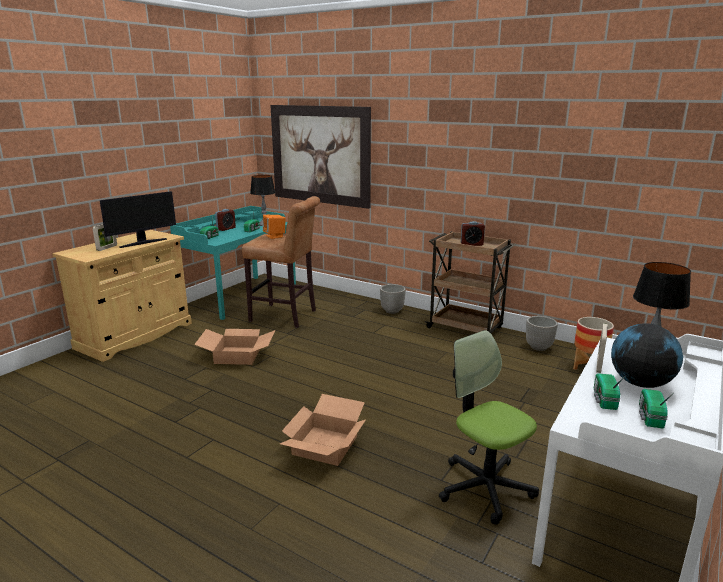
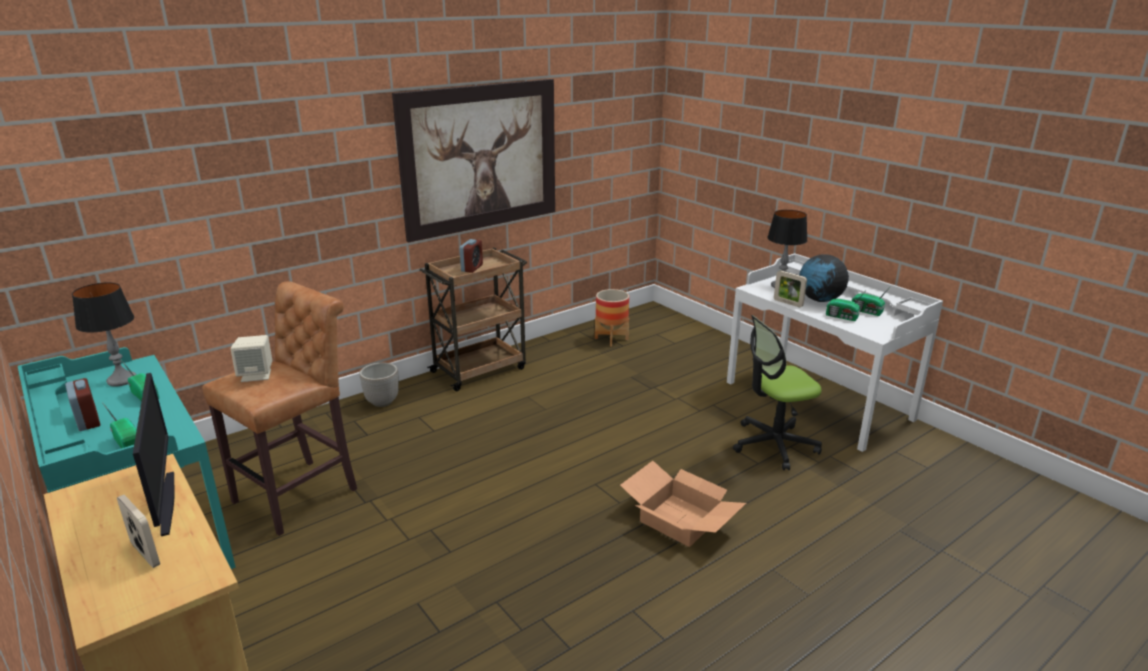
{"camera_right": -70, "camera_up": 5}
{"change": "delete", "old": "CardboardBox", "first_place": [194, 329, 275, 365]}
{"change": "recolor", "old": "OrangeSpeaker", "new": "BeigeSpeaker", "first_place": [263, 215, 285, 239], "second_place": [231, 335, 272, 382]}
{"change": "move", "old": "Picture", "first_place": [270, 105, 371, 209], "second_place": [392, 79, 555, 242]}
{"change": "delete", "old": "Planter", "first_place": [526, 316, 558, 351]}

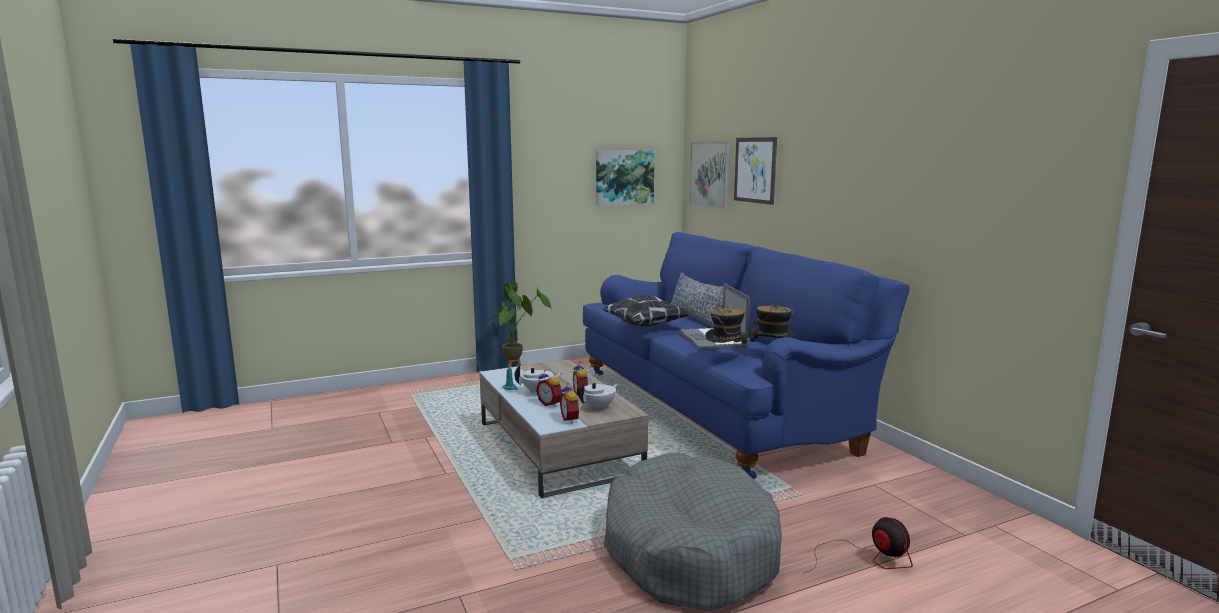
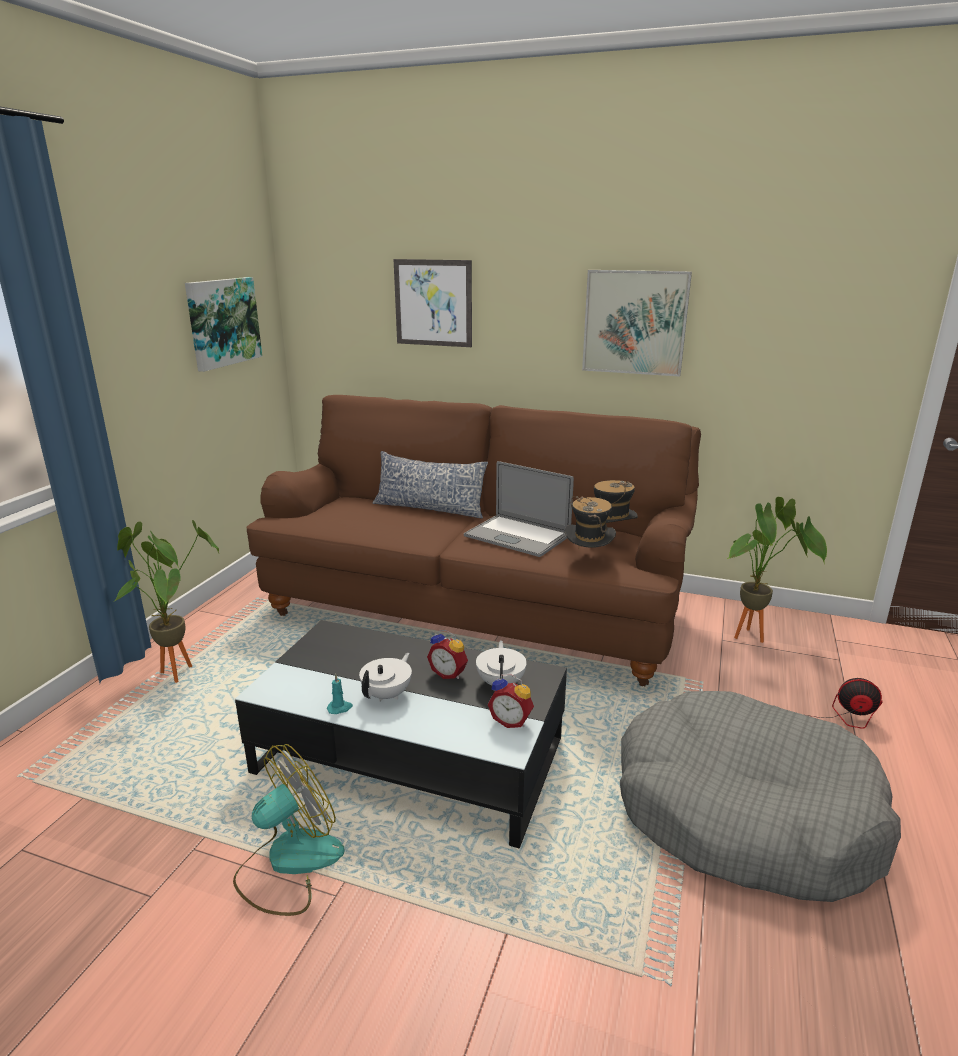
{"camera_right": -45, "camera_up": 10}
{"change": "recolor", "old": "BeigeCoffeeTable", "new": "BlackCoffeeTable", "first_place": [479, 359, 648, 498], "second_place": [235, 620, 567, 849]}
{"change": "delete", "old": "AlarmClock", "first_place": [536, 370, 563, 407]}
{"change": "recolor", "old": "BlueSofa", "new": "BrownSofa", "first_place": [583, 232, 910, 479], "second_place": [246, 395, 701, 686]}
{"change": "delete", "old": "Pillow", "first_place": [601, 295, 690, 327]}
{"change": "move", "old": "Picture", "first_place": [689, 142, 730, 209], "second_place": [582, 270, 692, 376]}
{"change": "insert", "new": "Fan", "second_place": [233, 744, 344, 916]}
{"change": "insert", "new": "PottedPlant", "second_place": [727, 497, 827, 643]}

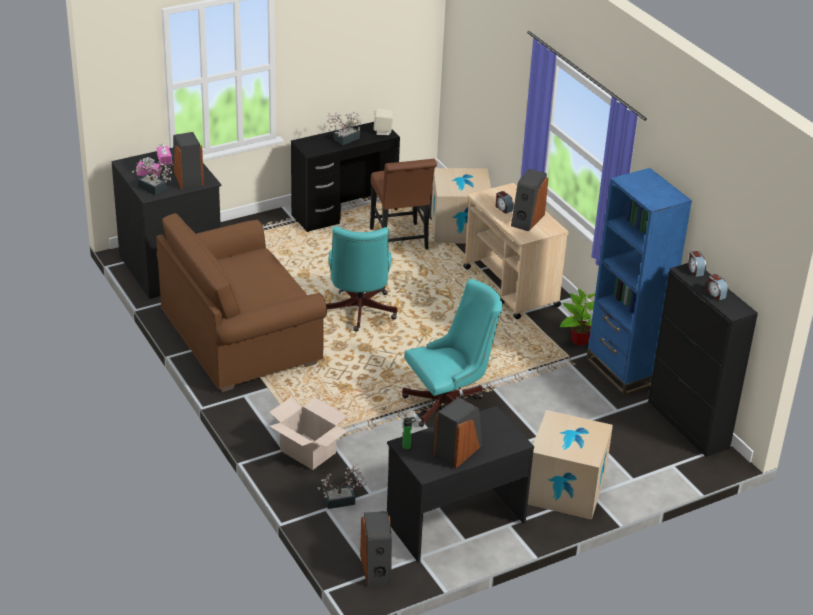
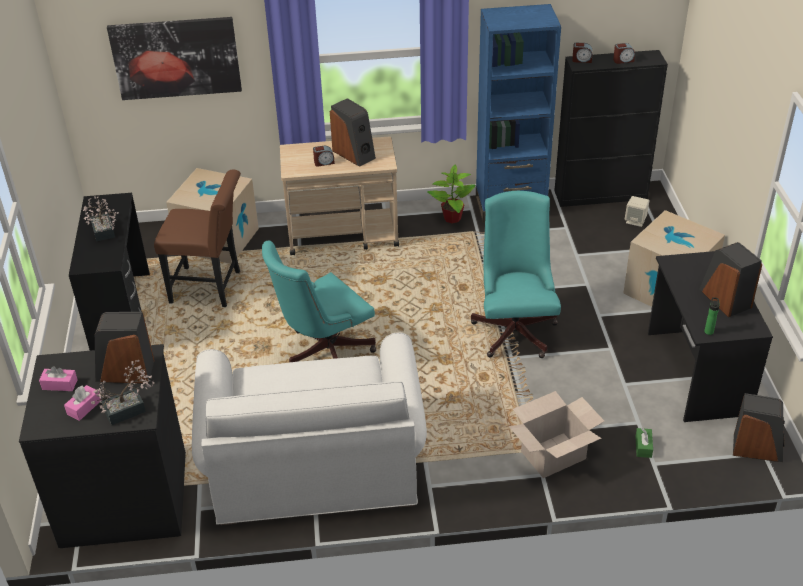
{"camera_right": -65, "camera_up": 5}
{"change": "recolor", "old": "BrownSofa", "new": "WhiteSofa", "first_place": [156, 213, 327, 392], "second_place": [192, 332, 427, 525]}
{"change": "replace", "old": "PottedPlant", "new": "GreenTissueBox", "first_place": [318, 463, 367, 509], "second_place": [635, 428, 653, 458]}
{"change": "rotate", "old": "TurquoiseOfficeChair", "first_place": [326, 226, 397, 332], "second_place": [262, 240, 376, 363], "degrees": 120}
{"change": "move", "old": "BeigeSpeaker", "first_place": [374, 108, 394, 135], "second_place": [625, 196, 650, 227]}
{"change": "insert", "new": "Picture", "second_place": [107, 17, 242, 100]}

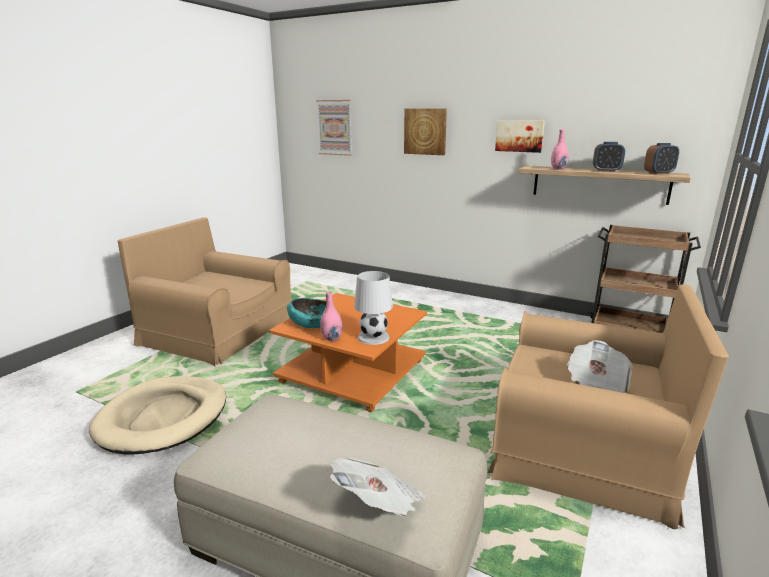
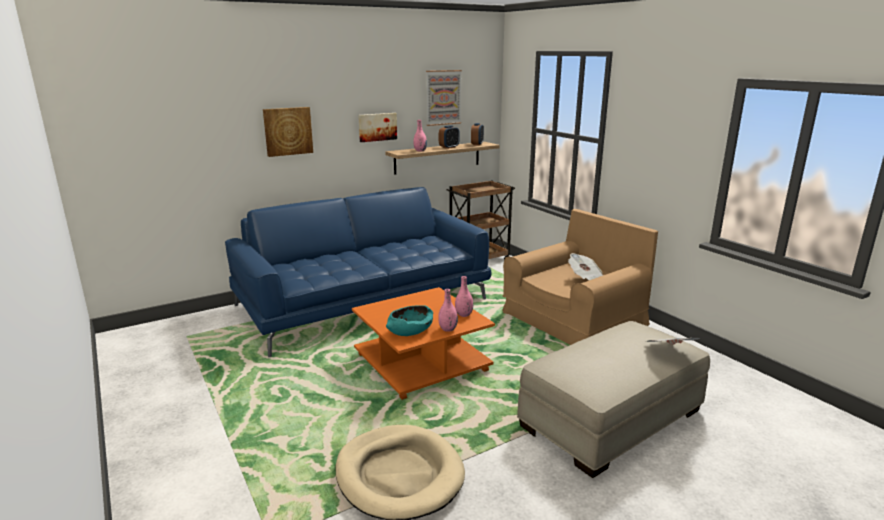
{"camera_right": -60, "camera_up": 0}
{"change": "delete", "old": "BrownArmchair", "first_place": [118, 217, 292, 366]}
{"change": "move", "old": "Picture", "first_place": [316, 100, 352, 156], "second_place": [426, 70, 462, 126]}
{"change": "replace", "old": "WhiteTableLamp", "new": "PinkVase", "first_place": [354, 271, 393, 345], "second_place": [455, 276, 473, 317]}
{"change": "insert", "new": "BlueSofa", "second_place": [225, 187, 491, 357]}

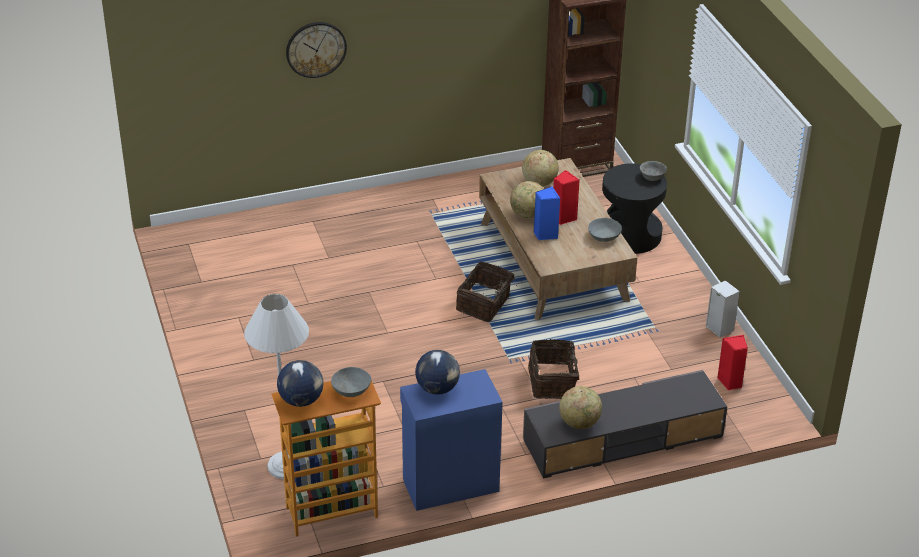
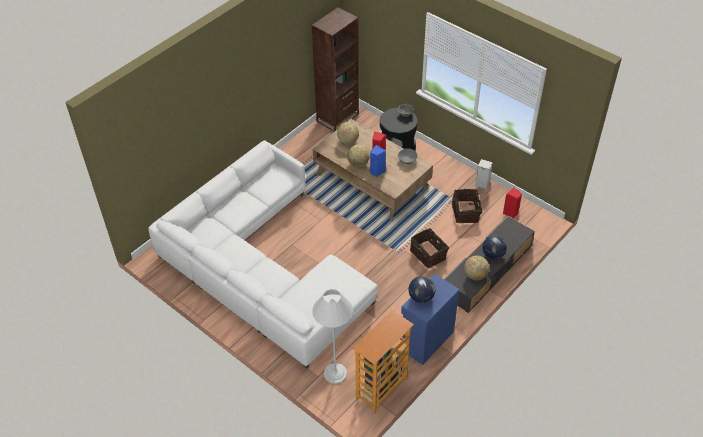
{"camera_right": -30, "camera_up": 10}
{"change": "move", "old": "Globe", "first_place": [277, 360, 324, 407], "second_place": [482, 235, 507, 259]}
{"change": "delete", "old": "WallClock", "first_place": [286, 22, 347, 78]}
{"change": "delete", "old": "GreyBowl", "first_place": [331, 367, 371, 397]}
{"change": "move", "old": "Basket", "first_place": [456, 261, 517, 322], "second_place": [452, 189, 482, 223]}
{"change": "insert", "new": "WhiteSofa", "second_place": [148, 140, 377, 369]}

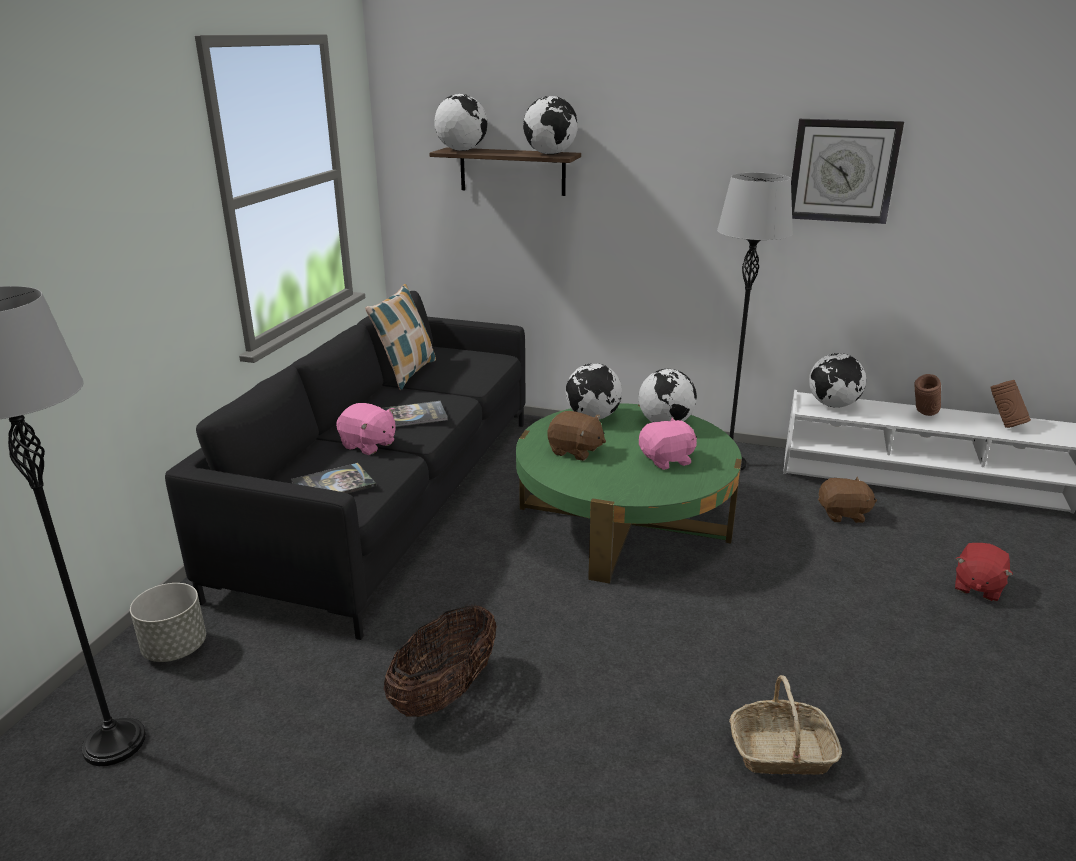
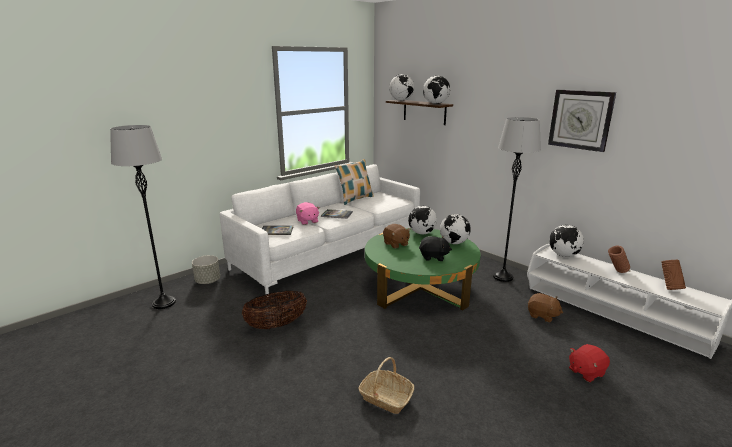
{"camera_right": 30, "camera_up": -5}
{"change": "recolor", "old": "BlackSofa", "new": "WhiteSofa", "first_place": [165, 291, 525, 640], "second_place": [220, 164, 420, 295]}
{"change": "recolor", "old": "PinkPlushToy", "new": "BlackPlushToy", "first_place": [639, 418, 697, 470], "second_place": [419, 236, 452, 261]}

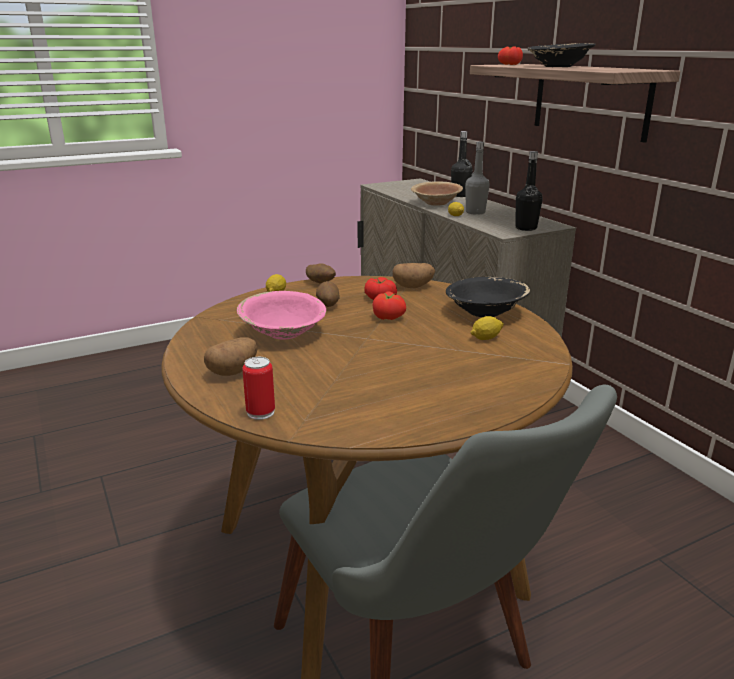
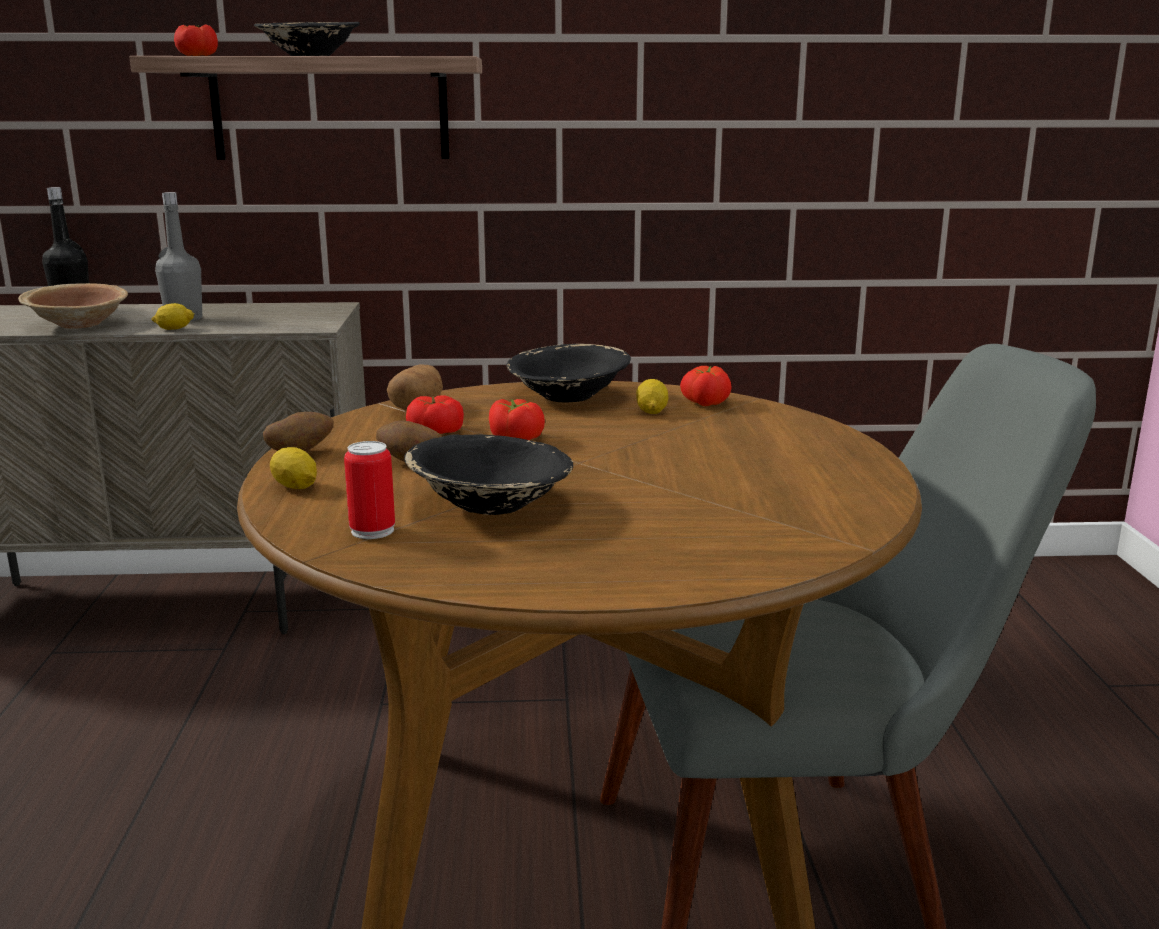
{"camera_right": -65, "camera_up": -5}
{"change": "delete", "old": "Potato", "first_place": [204, 337, 257, 376]}
{"change": "recolor", "old": "PinkBowl", "new": "BlackBowl", "first_place": [237, 291, 326, 340], "second_place": [404, 434, 573, 515]}
{"change": "move", "old": "Can", "first_place": [242, 357, 275, 420], "second_place": [344, 441, 395, 539]}
{"change": "delete", "old": "BlackBottle", "first_place": [516, 151, 543, 231]}
{"change": "insert", "new": "Tomato", "second_place": [680, 366, 732, 406]}

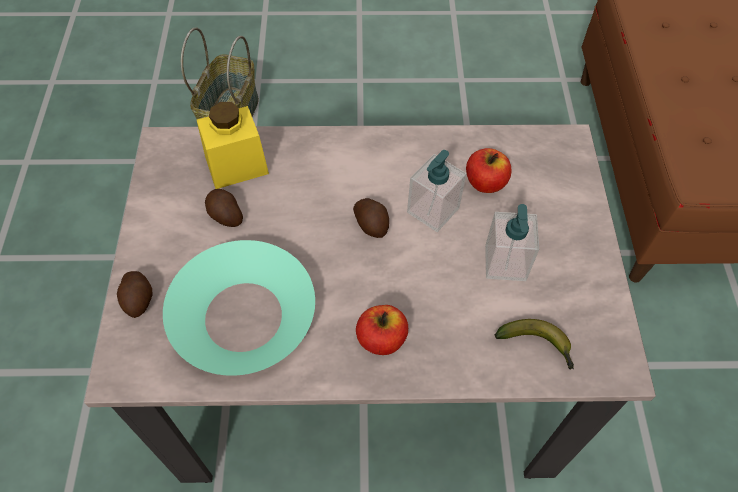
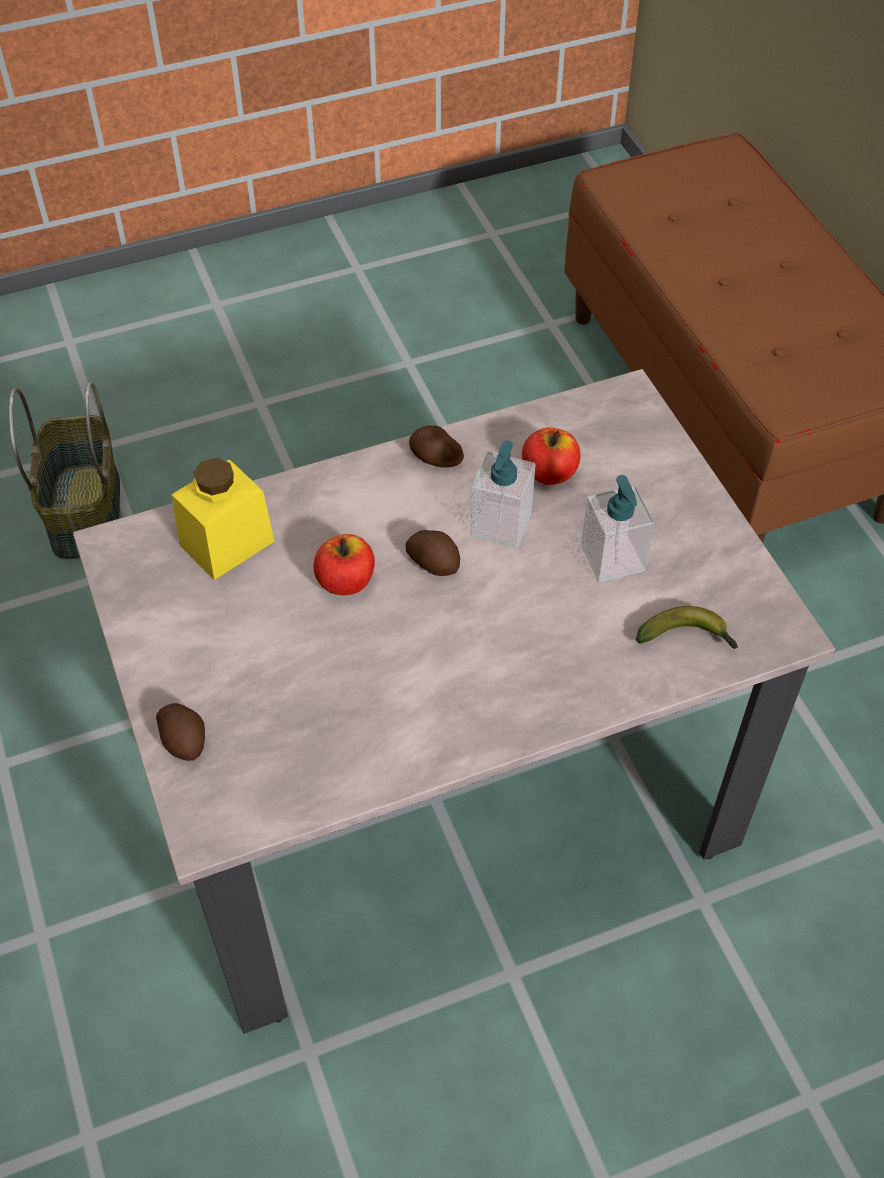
{"camera_right": -20, "camera_up": -5}
{"change": "delete", "old": "TurquoiseBowl", "first_place": [163, 240, 315, 376]}
{"change": "move", "old": "Potato", "first_place": [205, 189, 243, 227], "second_place": [409, 425, 464, 468]}
{"change": "move", "old": "Apple", "first_place": [356, 305, 408, 355], "second_place": [313, 534, 375, 595]}

